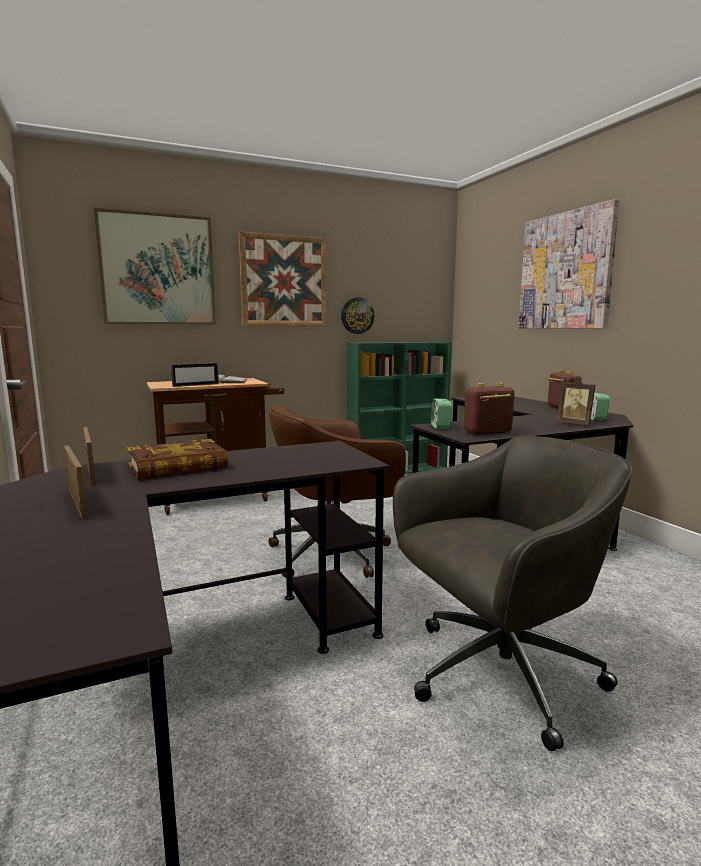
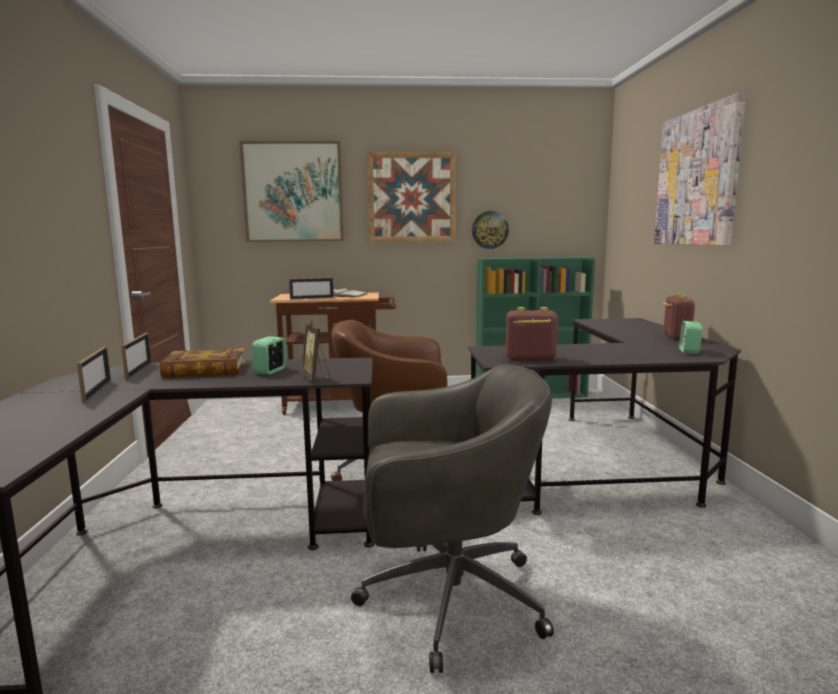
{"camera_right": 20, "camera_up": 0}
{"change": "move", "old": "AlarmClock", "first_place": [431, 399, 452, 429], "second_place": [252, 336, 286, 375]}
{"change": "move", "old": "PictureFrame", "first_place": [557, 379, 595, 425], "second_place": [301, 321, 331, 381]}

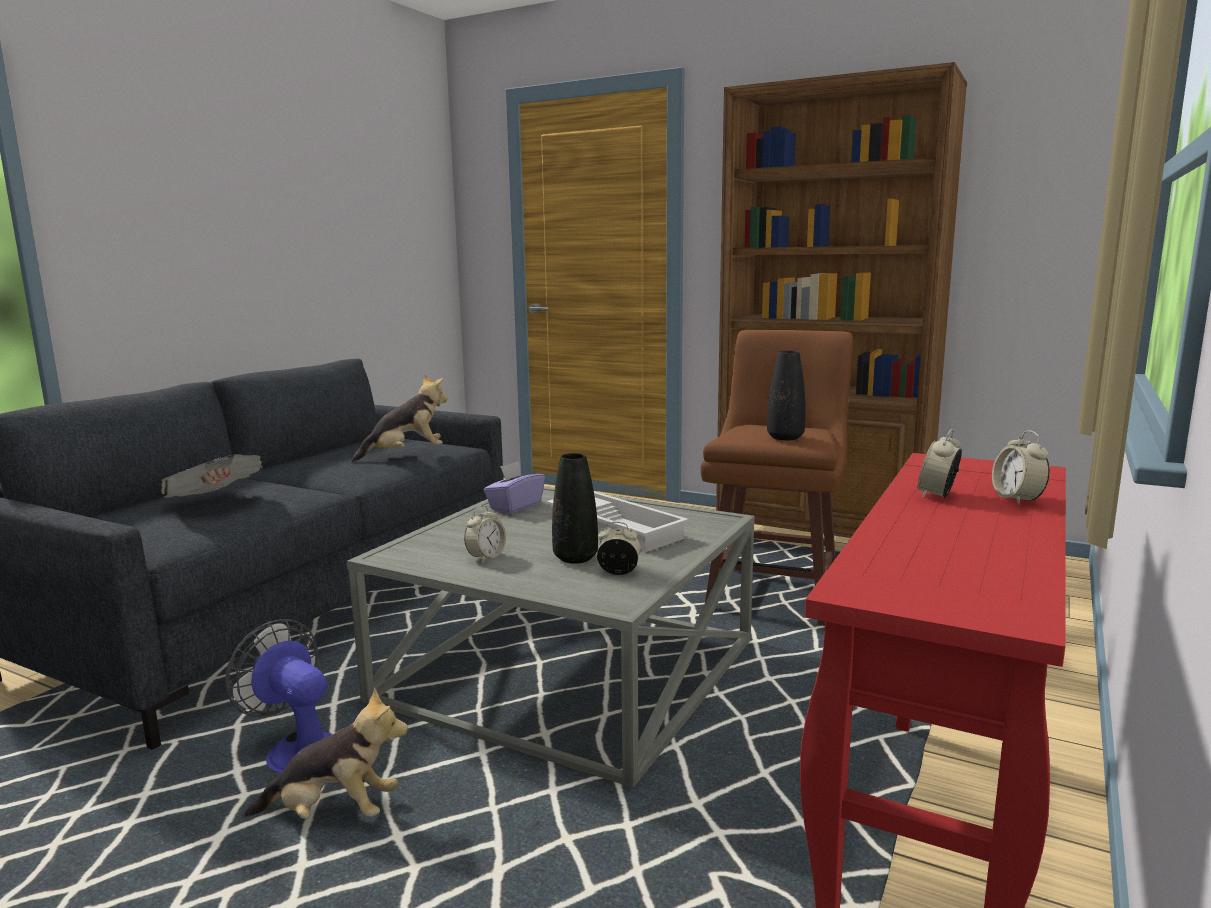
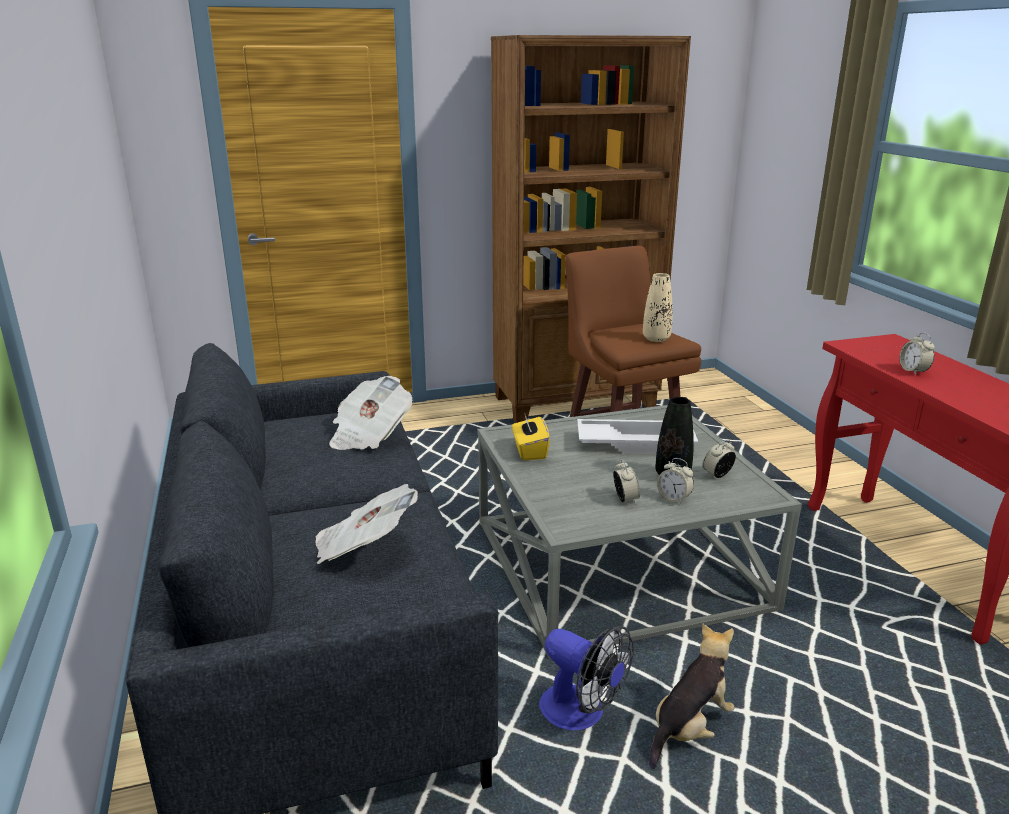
{"camera_right": -45, "camera_up": 10}
{"change": "rotate", "old": "Fan", "first_place": [225, 619, 332, 773], "second_place": [539, 626, 634, 730], "degrees": -135}
{"change": "replace", "old": "PlushToy", "new": "Newspaper", "first_place": [351, 375, 447, 462], "second_place": [329, 376, 412, 450]}
{"change": "recolor", "old": "PurpleTissueBox", "new": "YellowTissueBox", "first_place": [484, 461, 545, 514], "second_place": [512, 412, 550, 460]}
{"change": "recolor", "old": "BlackVase", "new": "BeigeVase", "first_place": [767, 351, 806, 440], "second_place": [643, 273, 673, 342]}
{"change": "move", "old": "AlarmClock", "first_place": [992, 431, 1050, 505], "second_place": [657, 458, 694, 505]}

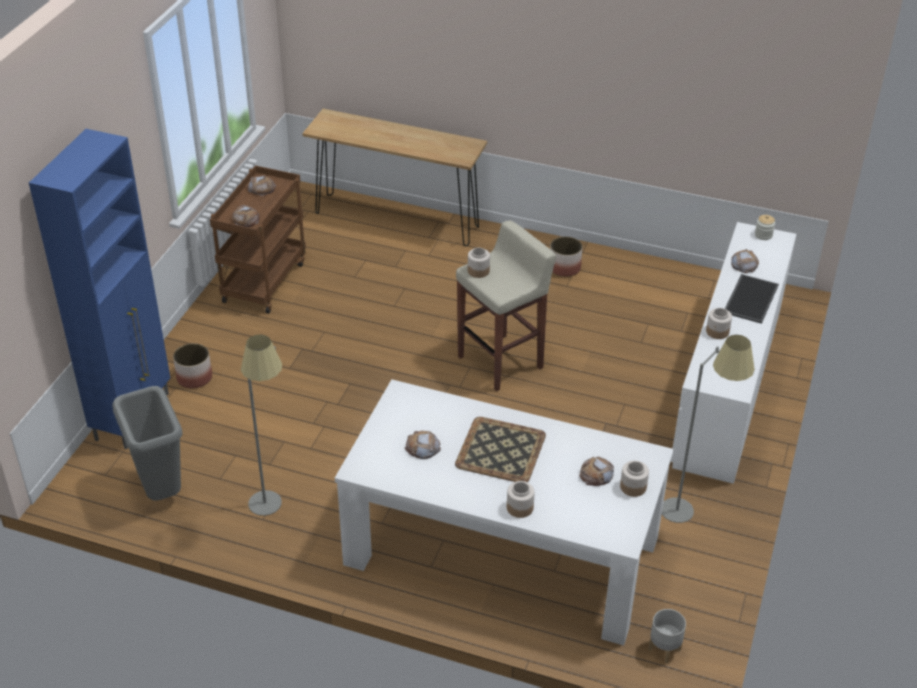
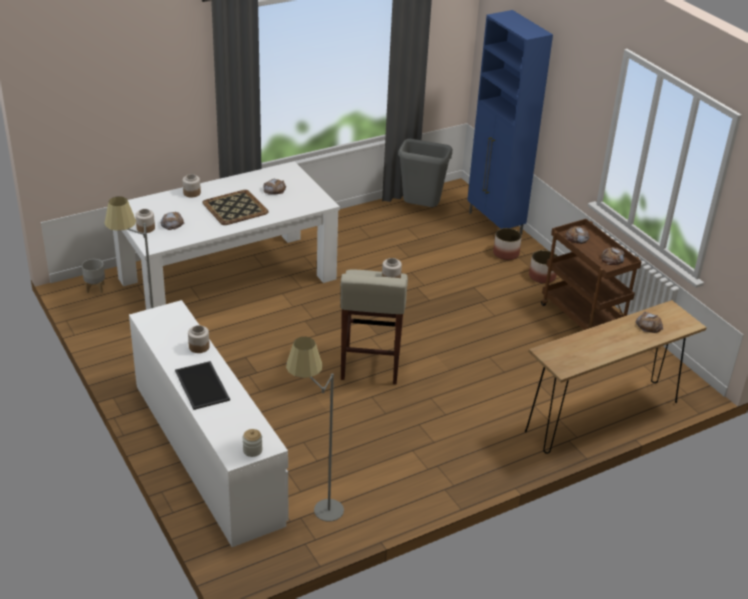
{"camera_right": 130, "camera_up": -5}
{"change": "move", "old": "GreyFloorLamp", "first_place": [241, 334, 282, 516], "second_place": [286, 337, 344, 521]}
{"change": "move", "old": "Planter", "first_place": [550, 236, 582, 277], "second_place": [529, 250, 557, 284]}
{"change": "move", "old": "Bread", "first_place": [731, 249, 759, 273], "second_place": [635, 311, 663, 333]}

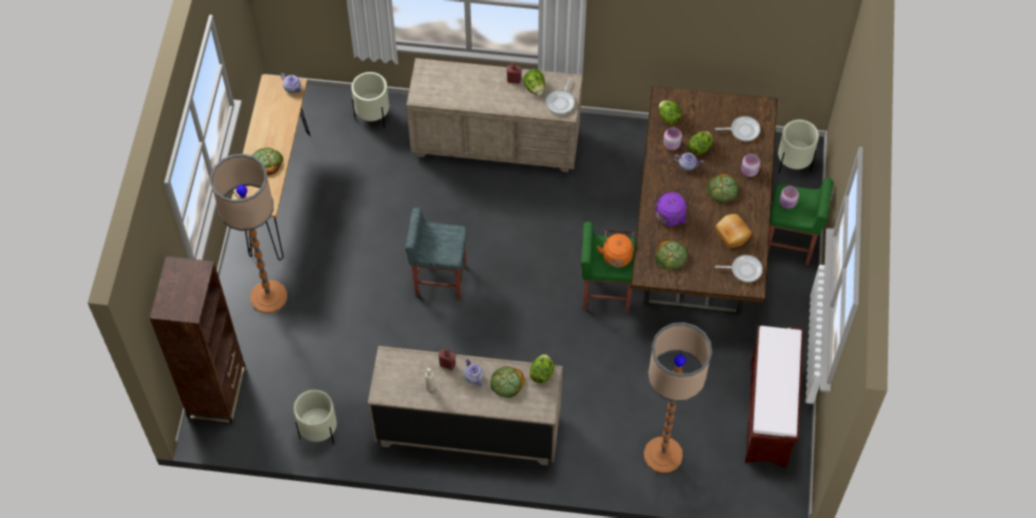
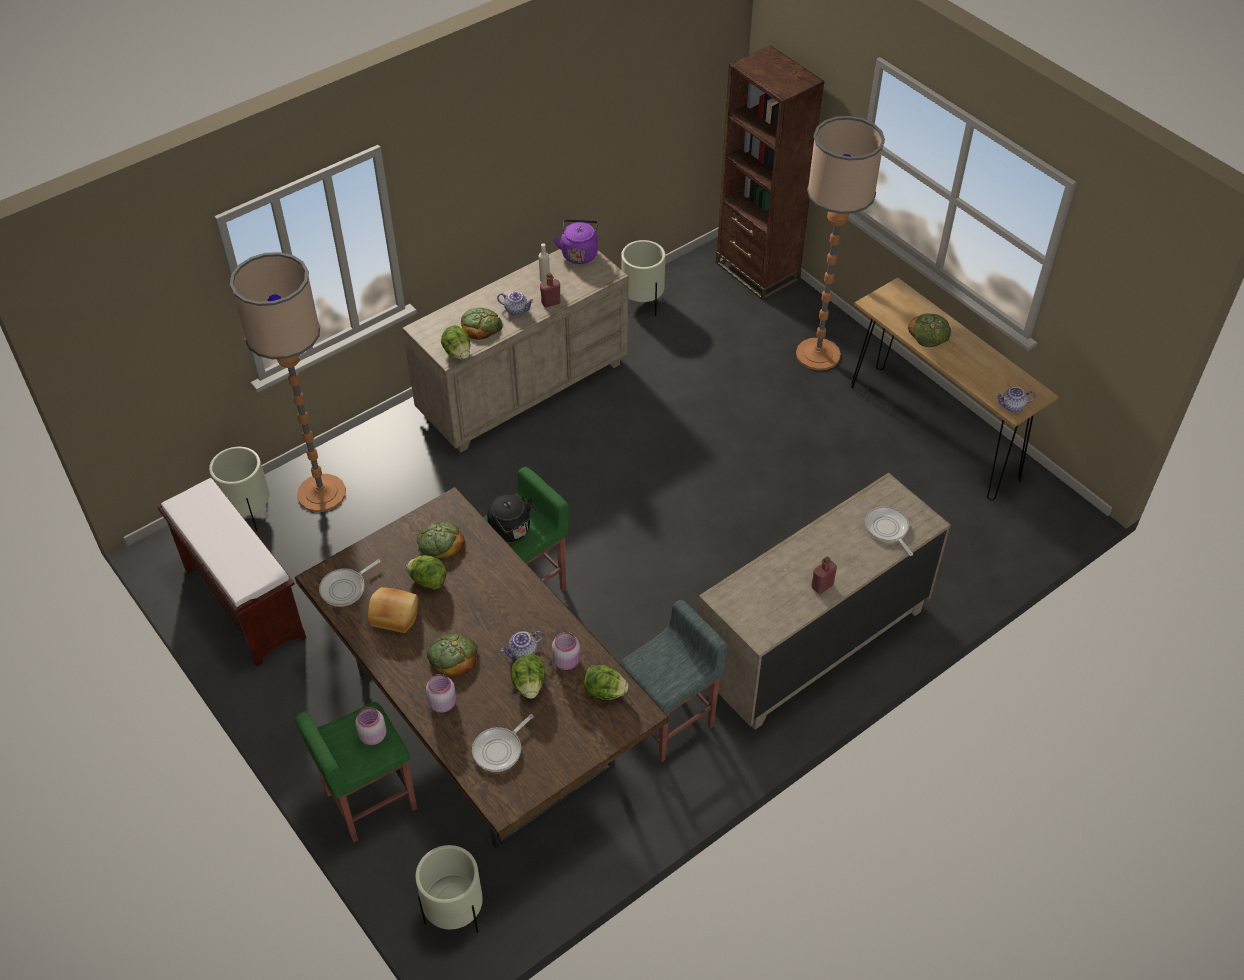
{"camera_right": 135, "camera_up": -10}
{"change": "move", "old": "BeigePlanter", "first_place": [351, 72, 389, 128], "second_place": [209, 447, 269, 531]}
{"change": "move", "old": "GreyStool", "first_place": [405, 208, 467, 300], "second_place": [620, 600, 728, 762]}
{"change": "move", "old": "Lettuce", "first_place": [524, 69, 545, 95], "second_place": [406, 555, 446, 589]}
{"change": "move", "old": "FryingPan", "first_place": [546, 77, 575, 115], "second_place": [865, 506, 913, 556]}
{"change": "recolor", "old": "OrangeKettle", "new": "BlackKettle", "first_place": [597, 230, 634, 267], "second_place": [487, 494, 537, 542]}
{"change": "move", "old": "PurpleKettle", "first_place": [651, 192, 687, 226], "second_place": [553, 219, 598, 264]}

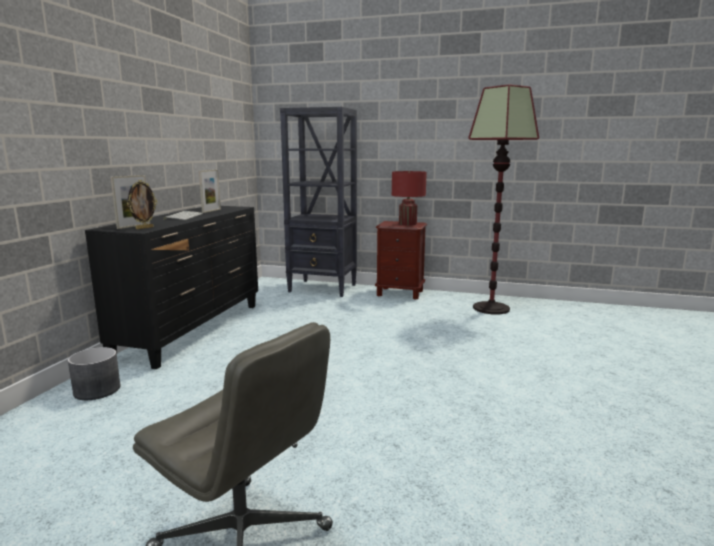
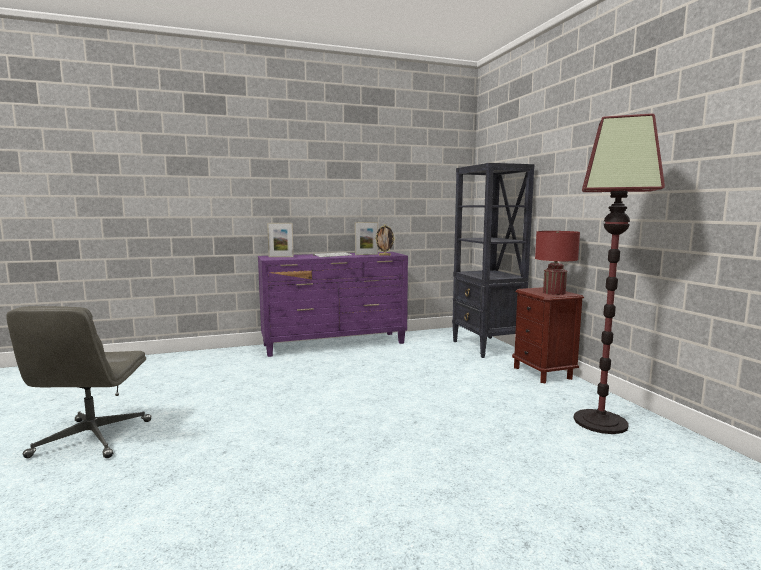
{"camera_right": 55, "camera_up": -5}
{"change": "delete", "old": "GreyPlanter", "first_place": [68, 347, 121, 400]}
{"change": "recolor", "old": "BlackDresser", "new": "PurpleDresser", "first_place": [85, 206, 258, 369], "second_place": [258, 252, 408, 357]}
{"change": "move", "old": "PictureFrame", "first_place": [127, 180, 157, 229], "second_place": [375, 225, 395, 256]}

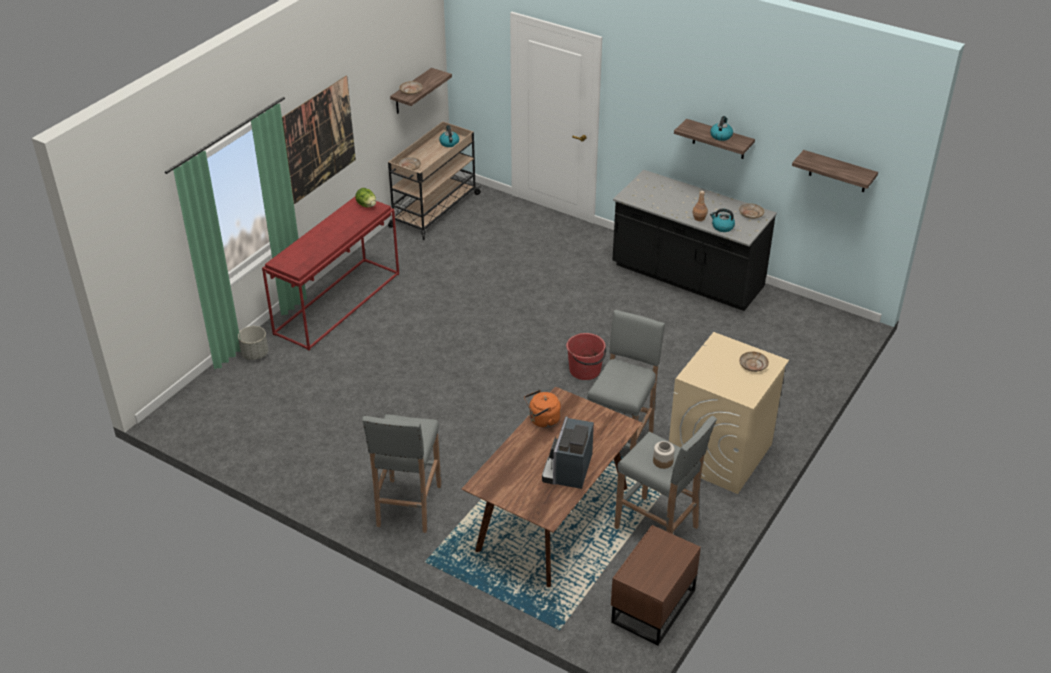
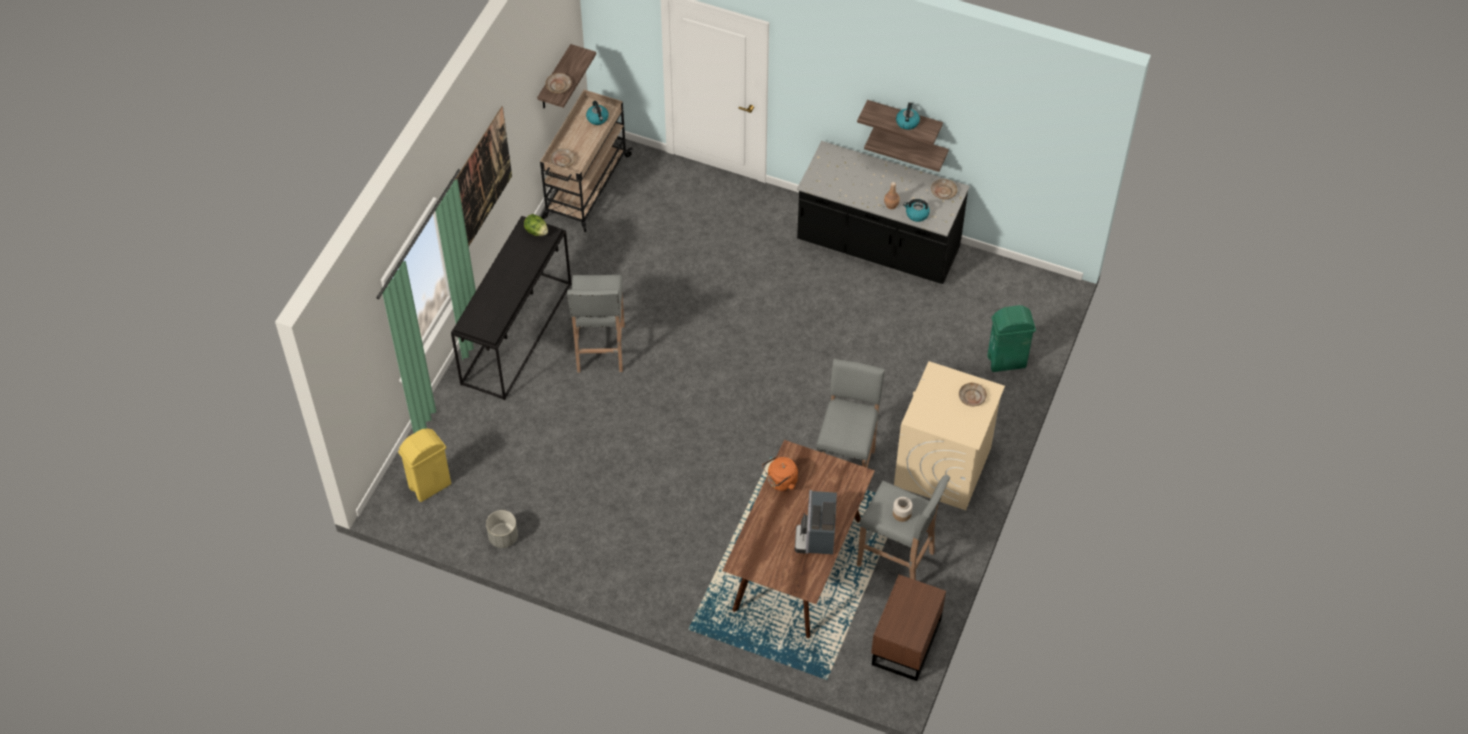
{"camera_right": -10, "camera_up": 15}
{"change": "move", "old": "GreyPlanter", "first_place": [238, 326, 268, 360], "second_place": [486, 510, 518, 548]}
{"change": "recolor", "old": "RedConsoleTable", "new": "BlackConsoleTable", "first_place": [262, 197, 399, 351], "second_place": [451, 216, 571, 400]}
{"change": "move", "old": "GreyStool", "first_place": [362, 414, 441, 533], "second_place": [567, 274, 625, 373]}
{"change": "delete", "old": "RedBucket", "first_place": [566, 333, 606, 380]}
{"change": "move", "old": "Shelf", "first_place": [792, 150, 878, 192], "second_place": [864, 128, 949, 172]}
{"change": "insert", "new": "YellowTrashCan", "second_place": [398, 428, 451, 502]}
{"change": "insert", "new": "GreenTrashCan", "second_place": [987, 305, 1036, 372]}

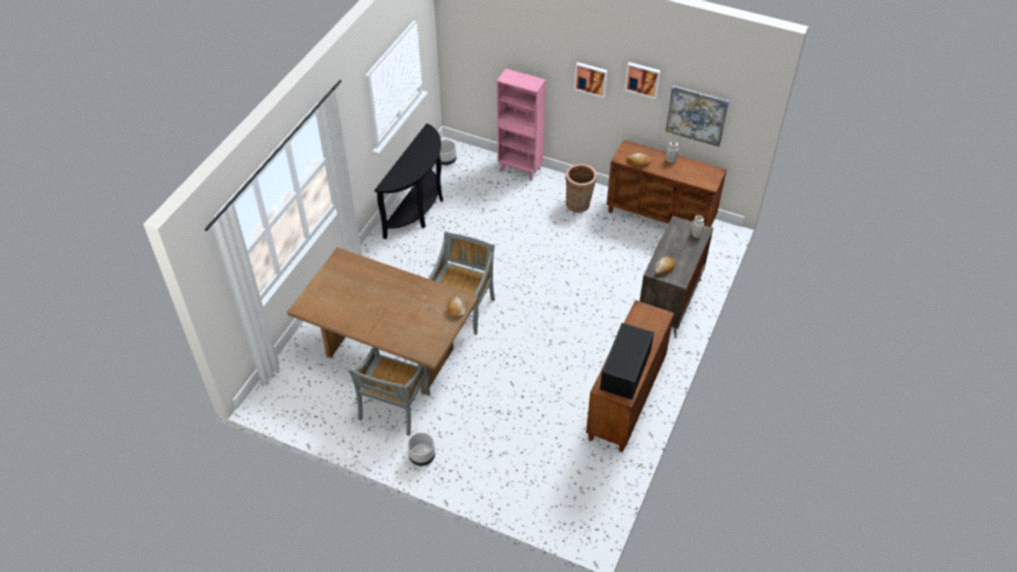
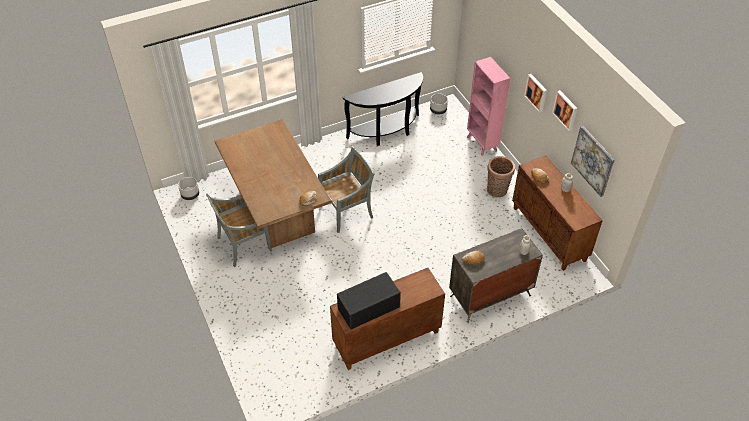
{"camera_right": 40, "camera_up": 0}
{"change": "move", "old": "GreyPlanter", "first_place": [407, 433, 435, 466], "second_place": [178, 177, 199, 200]}

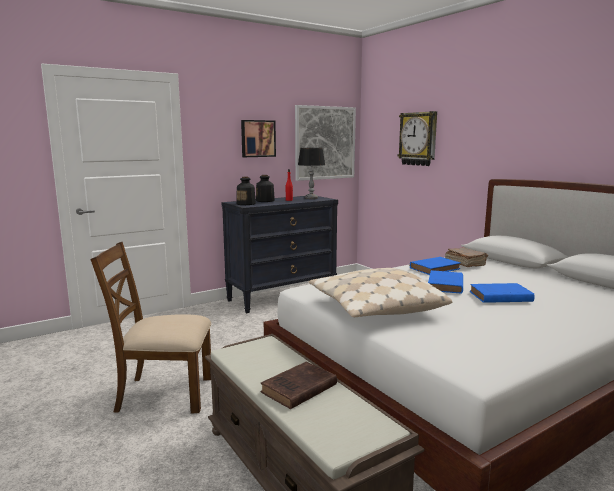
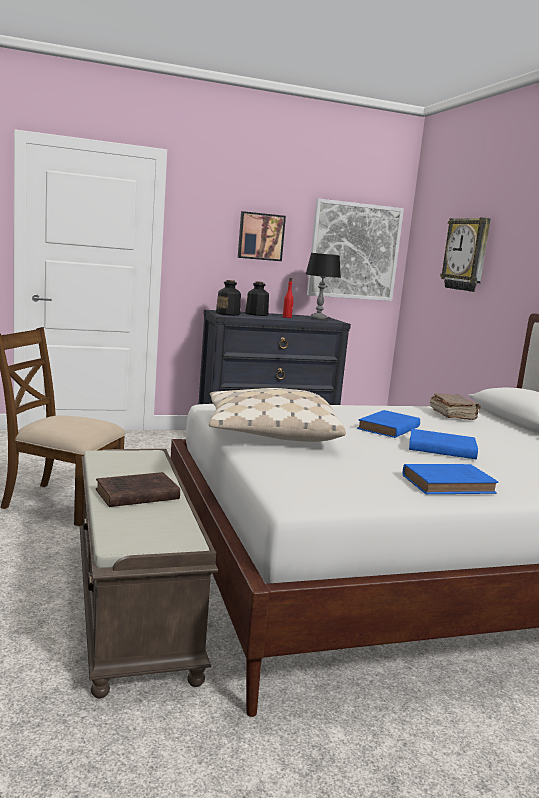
{"camera_right": 15, "camera_up": 0}
{"change": "move", "old": "BlueBook", "first_place": [410, 257, 460, 275], "second_place": [402, 464, 498, 494]}

